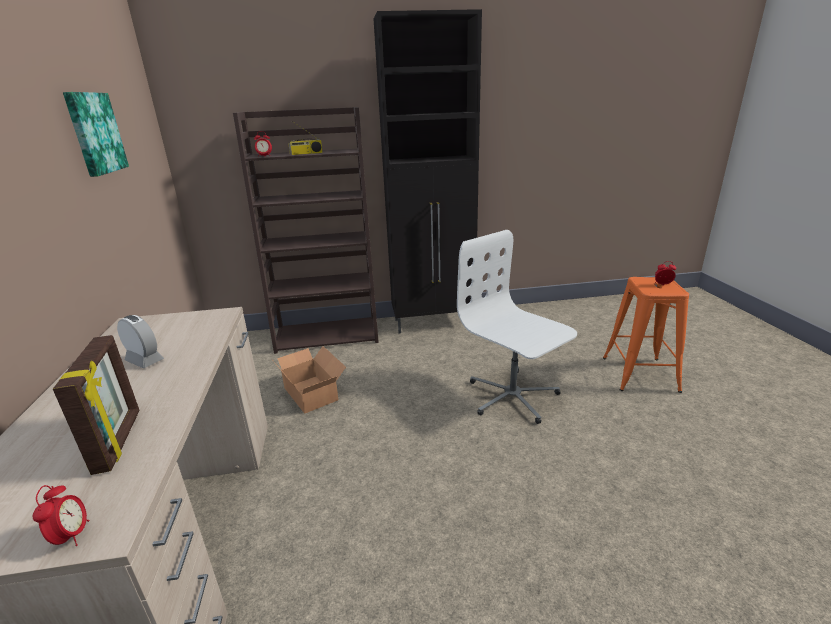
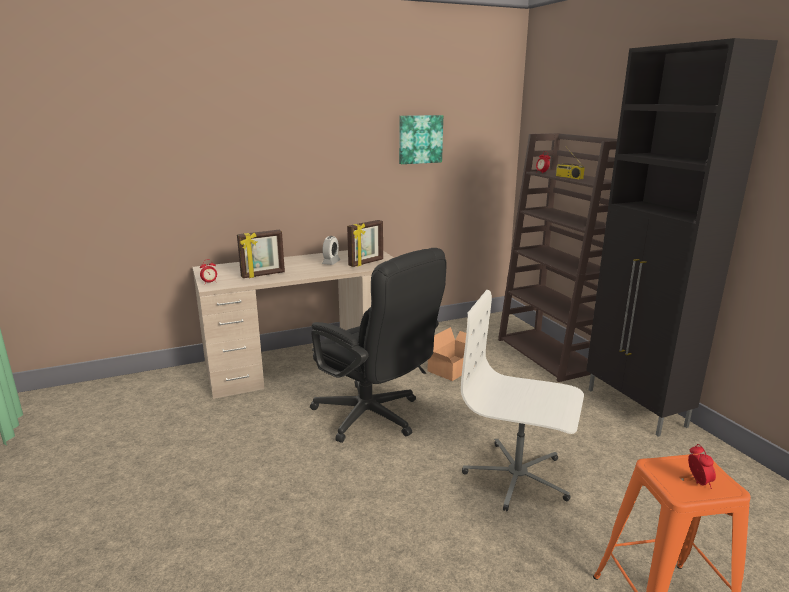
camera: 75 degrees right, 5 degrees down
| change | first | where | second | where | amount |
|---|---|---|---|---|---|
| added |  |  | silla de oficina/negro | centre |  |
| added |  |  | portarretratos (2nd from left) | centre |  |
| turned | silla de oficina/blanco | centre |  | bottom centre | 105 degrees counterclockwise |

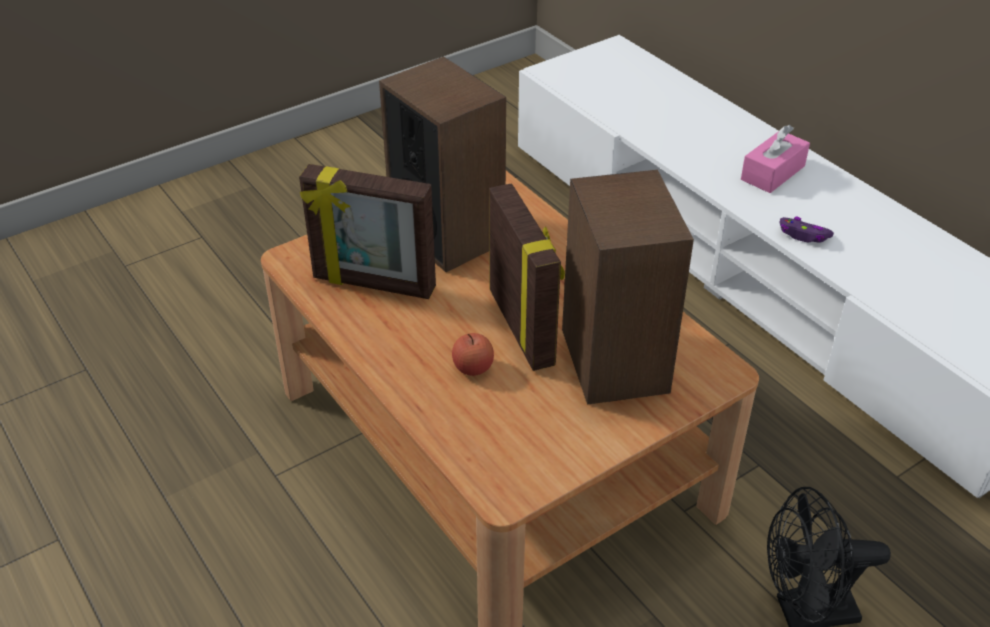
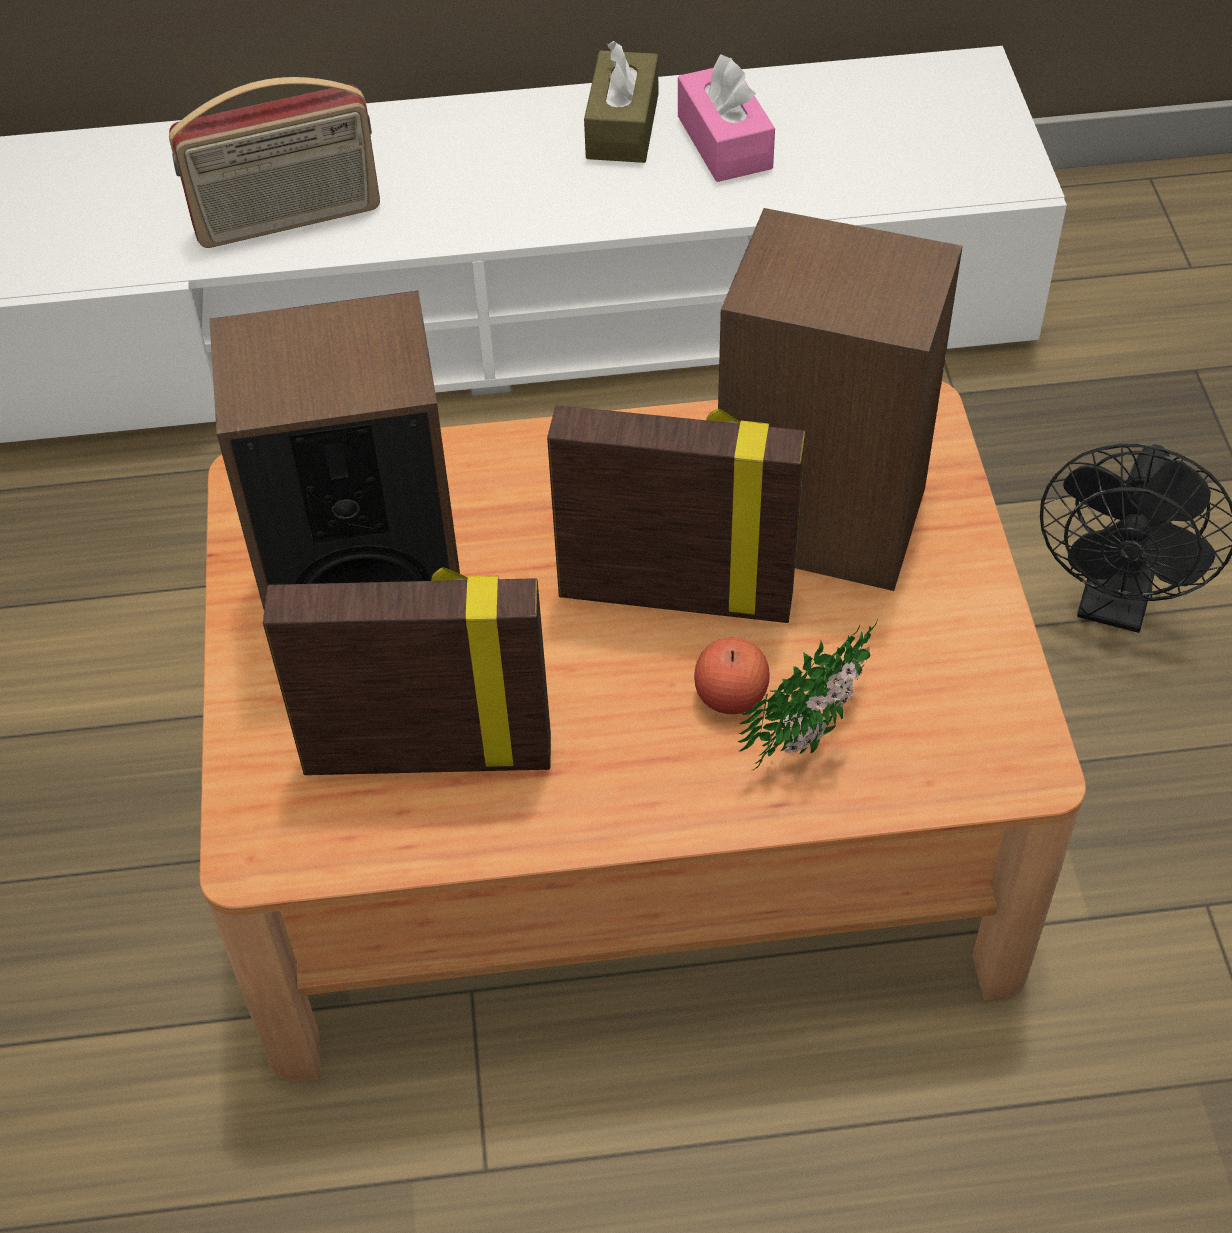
camera: 60 degrees left, 10 degrees up
| change | first | where | second | where | amount |
|---|---|---|---|---|---|
| removed | mando de consola/morado | middle right |  |  |  |
| added |  |  | radio | top left |  |
| added |  |  | caja de pañuelos/marrón | top centre |  |
| added |  |  | planta en maceta | centre |  |
| moved | caja de pañuelos/rosa | top right |  | top centre |  |
| turned | portarretratos (1st from left) | centre |  | middle left | 135 degrees counterclockwise |

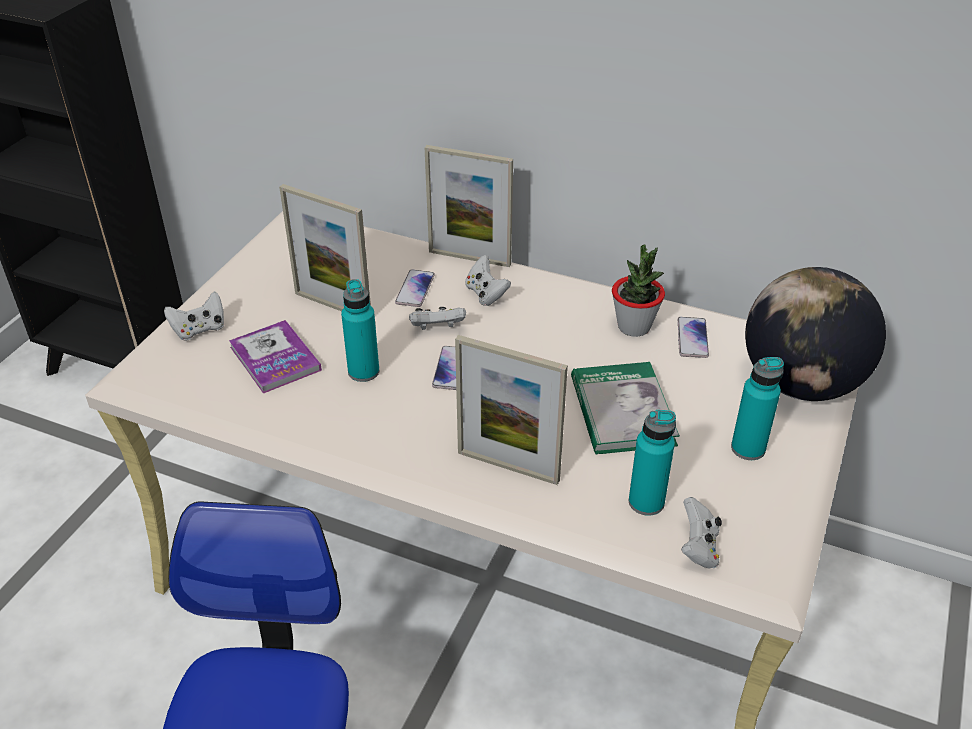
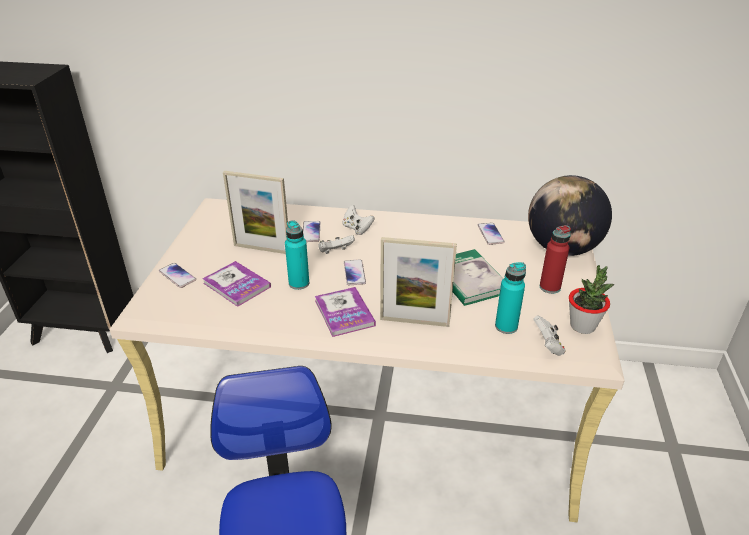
camera: 15 degrees left, 5 degrees down
| change | first | where | second | where | amount |
|---|---|---|---|---|---|
| removed | portarretratos (2nd from left) | top centre |  |  |  |
| added |  |  | libro (2nd from left) | centre |  |
| moved | planta en maceta | centre |  | middle right |  |
| replaced | mando de consola/blanco (1st from left) | middle left | móvil (1st from left) | middle left |  |
| recoloured | botella/turquesa (3rd from left) | middle right | botella/rojo | middle right |  |

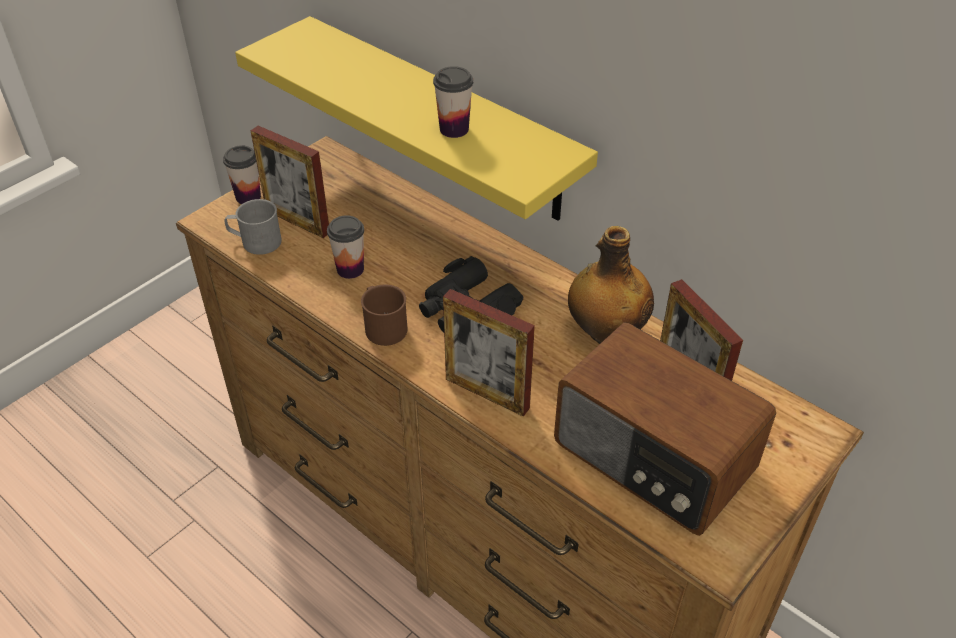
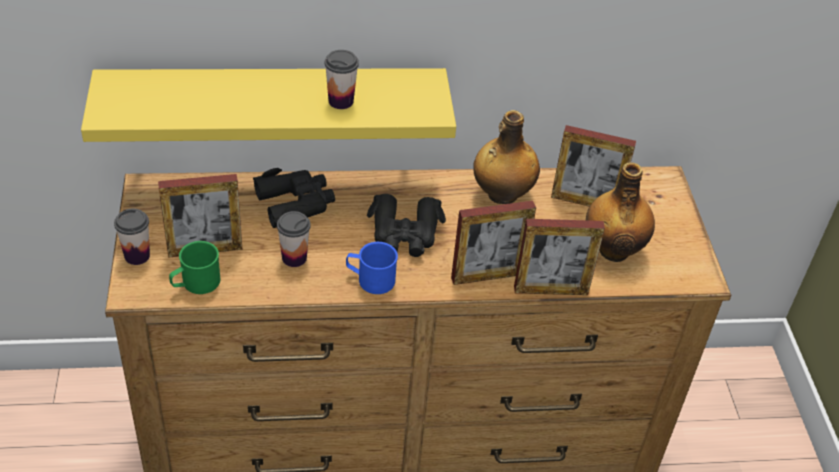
camera: 50 degrees left, 0 degrees up
| change | first | where | second | where | amount |
|---|---|---|---|---|---|
| added |  |  | prismáticos/negro (1st from left) | centre |  |
| added |  |  | portarretratos (3rd from left) | centre |  |
| replaced | radio | bottom right | botella (2nd from left) | middle right |  |
| recoloured | taza grande/gris | middle left | taza grande/verde | middle left |  |
| recoloured | taza grande/marrón | centre | taza grande/azul | centre |  |

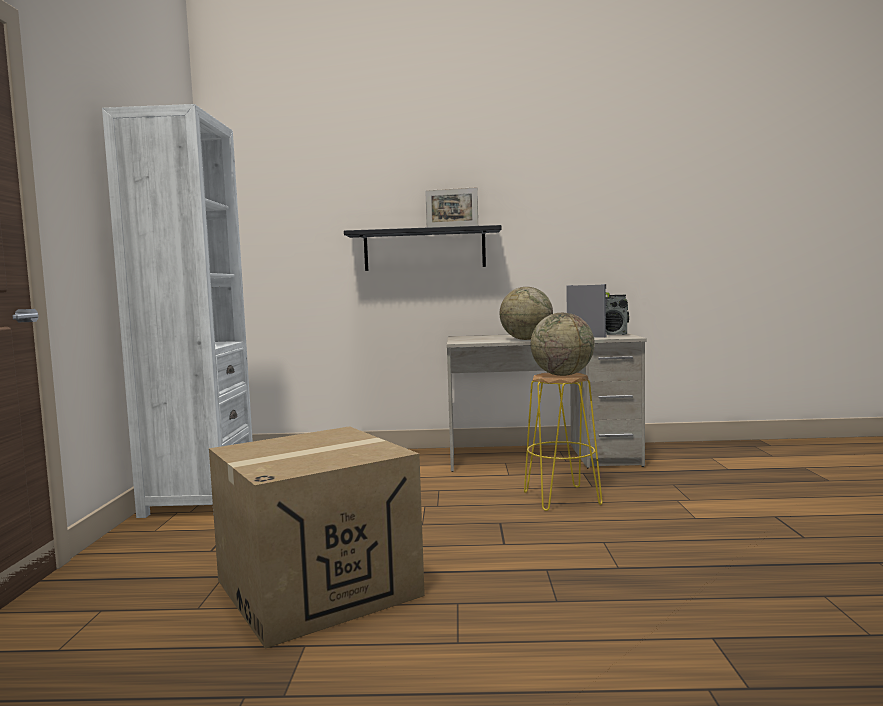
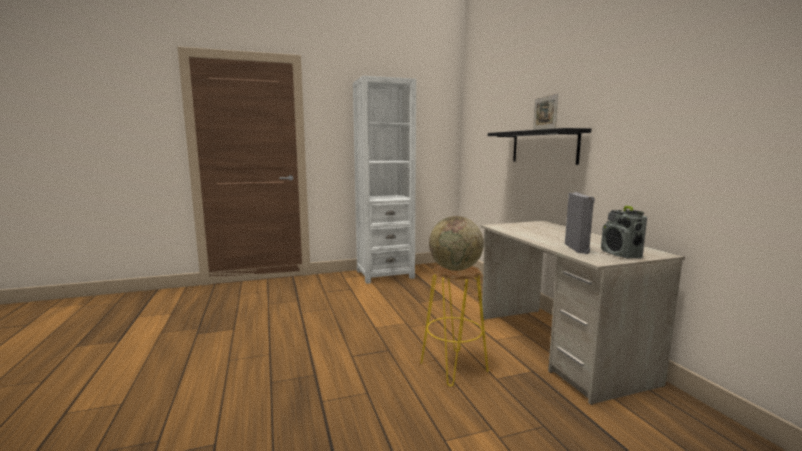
camera: 70 degrees right, 5 degrees up
| change | first | where | second | where | amount |
|---|---|---|---|---|---|
| removed | caja de cartón | bottom centre |  |  |  |
| removed | globo terráqueo (1st from left) | centre |  |  |  |

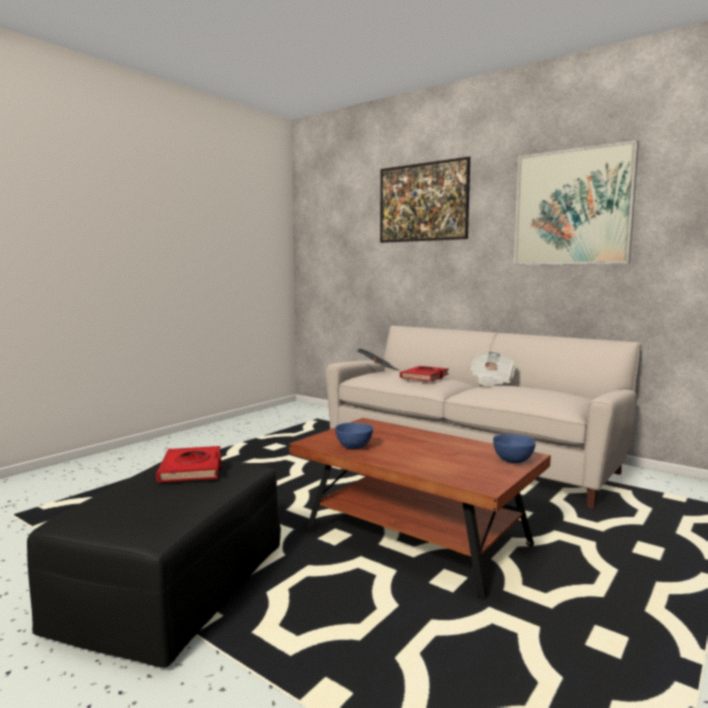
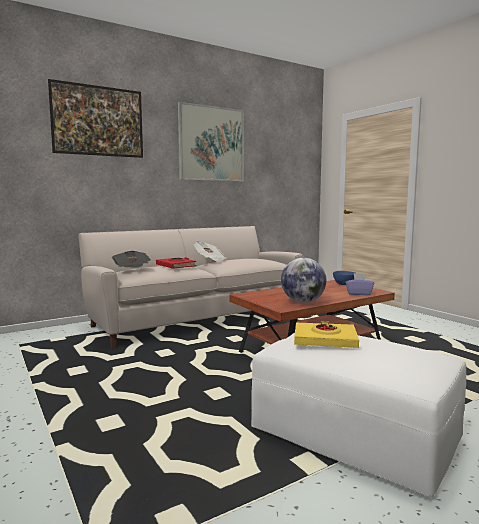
camera: 70 degrees left, 0 degrees up
| change | first | where | second | where | amount |
|---|---|---|---|---|---|
| added |  |  | caja de pañuelos/morado | middle right |  |
| replaced | cuenco/azul (1st from left) | centre | globo terráqueo | centre |  |
| recoloured | puf/negro | bottom left | puf/blanco | bottom right |  |
| recoloured | libro/rojo (1st from left) | middle left | libro/amarillo | middle right |  |

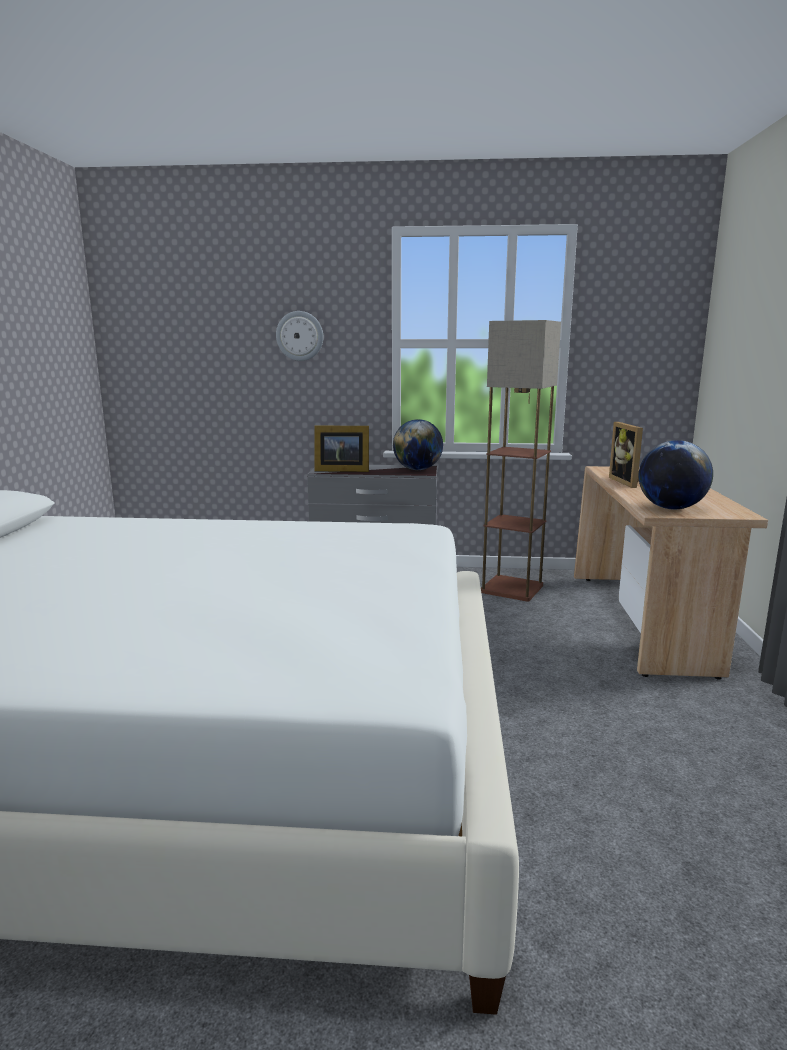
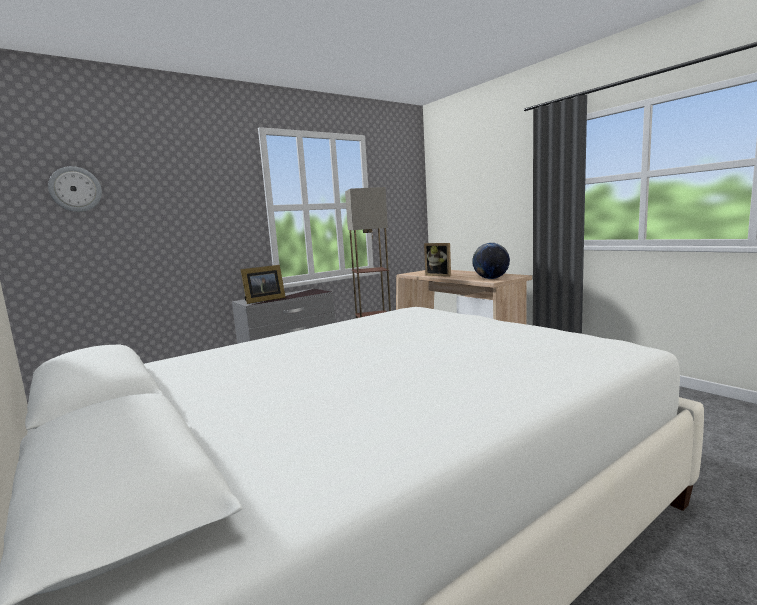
camera: 40 degrees left, 5 degrees down
| change | first | where | second | where | amount |
|---|---|---|---|---|---|
| removed | globo terráqueo (1st from left) | centre |  |  |  |
| moved | reloj de pared | top centre |  | top left |  |

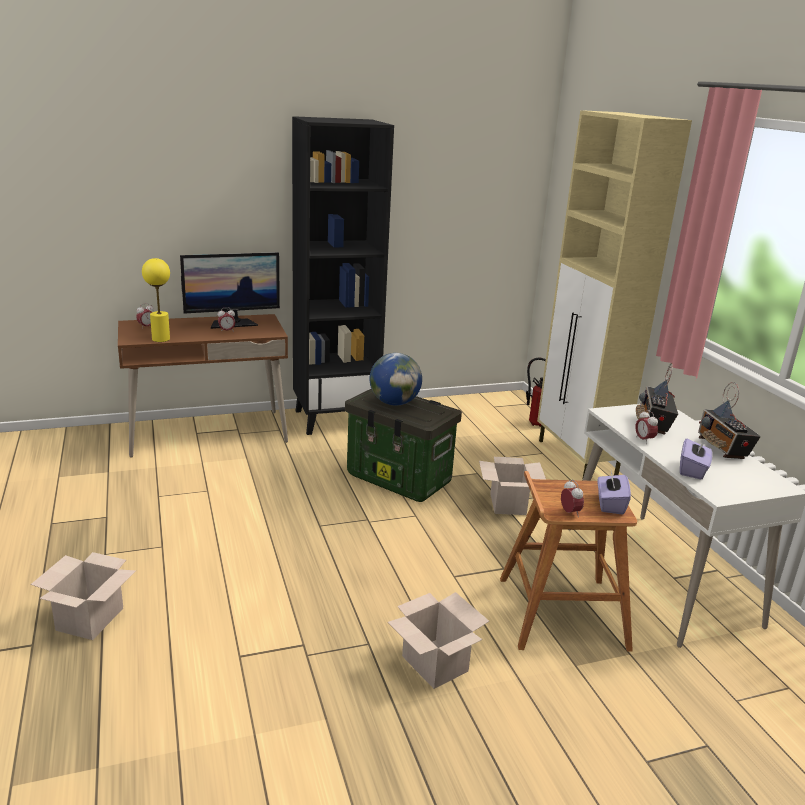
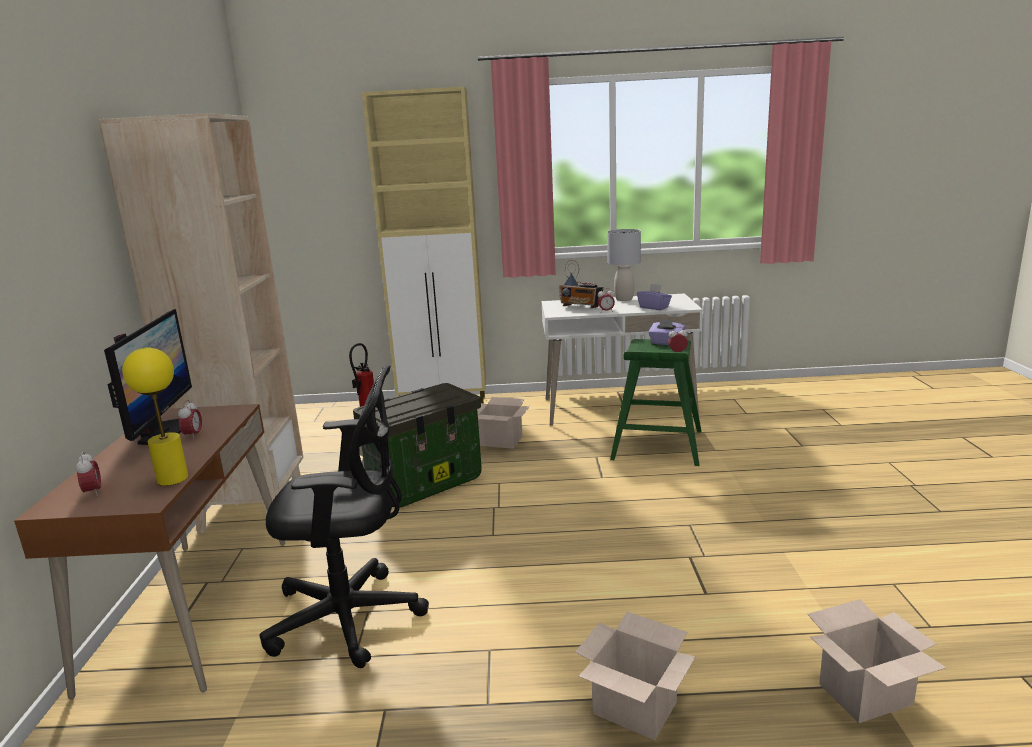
camera: 70 degrees left, 5 degrees down
| change | first | where | second | where | amount |
|---|---|---|---|---|---|
| removed | globo terráqueo | centre |  |  |  |
| added |  |  | silla de oficina/negro | bottom centre |  |
| moved | caja de cartón (2nd from left in the first image) | bottom centre | caja de cartón (3rd from left) | bottom right |  |
| replaced | radio (2nd from left) | middle right | lámpara de mesa/gris | centre |  |
| recoloured | estantería/negro | centre | estantería/beis | middle left |  |
| recoloured | taburete/marrón | bottom right | taburete/verde | centre |  |

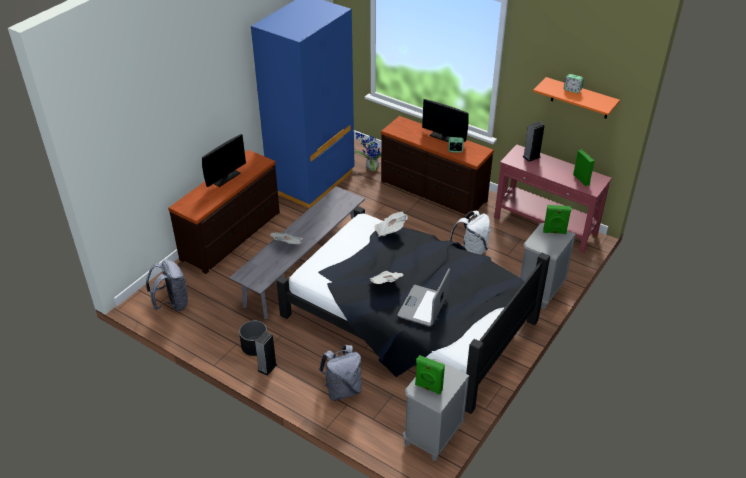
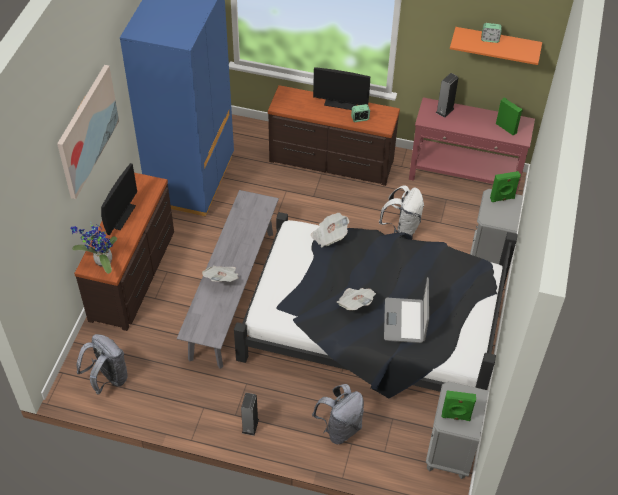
camera: 20 degrees left, 10 degrees up
| change | first | where | second | where | amount |
|---|---|---|---|---|---|
| removed | maceta/negro | bottom centre |  |  |  |
| added |  |  | cuadro | top left |  |
| moved | planta en maceta | top centre |  | middle left |  |

